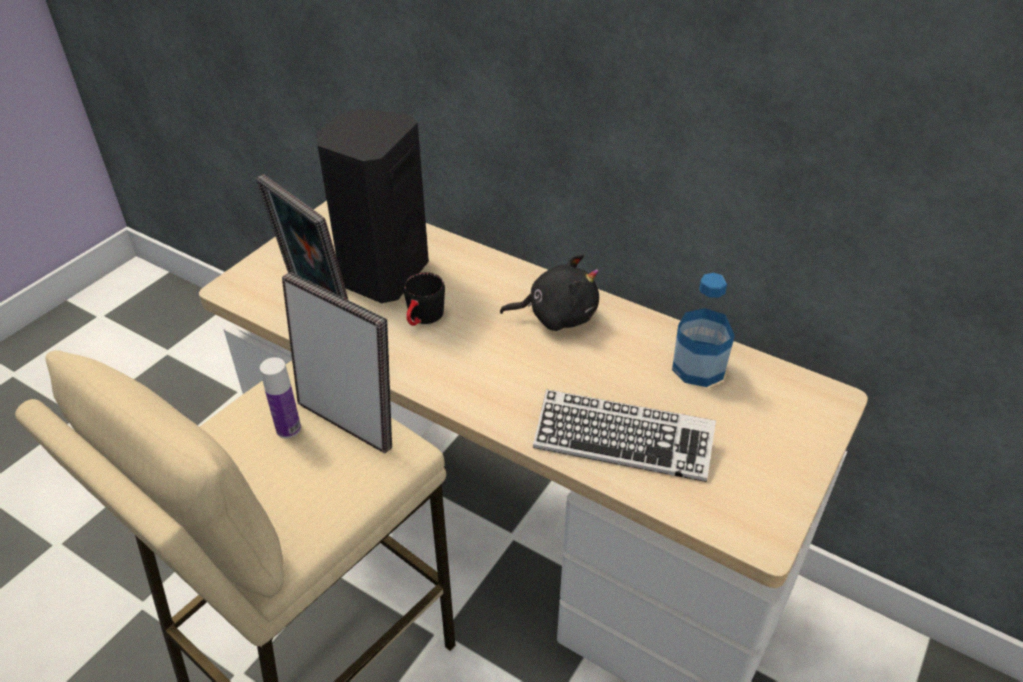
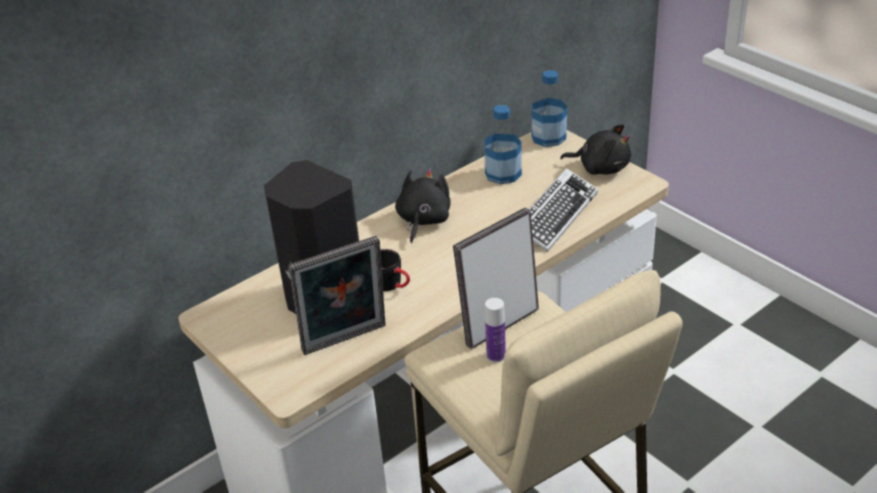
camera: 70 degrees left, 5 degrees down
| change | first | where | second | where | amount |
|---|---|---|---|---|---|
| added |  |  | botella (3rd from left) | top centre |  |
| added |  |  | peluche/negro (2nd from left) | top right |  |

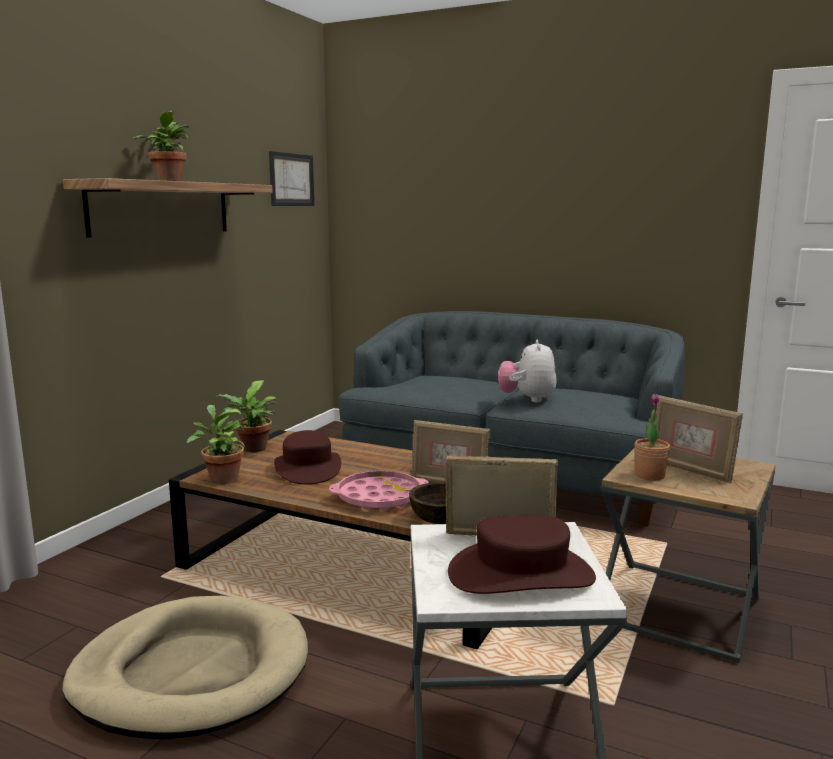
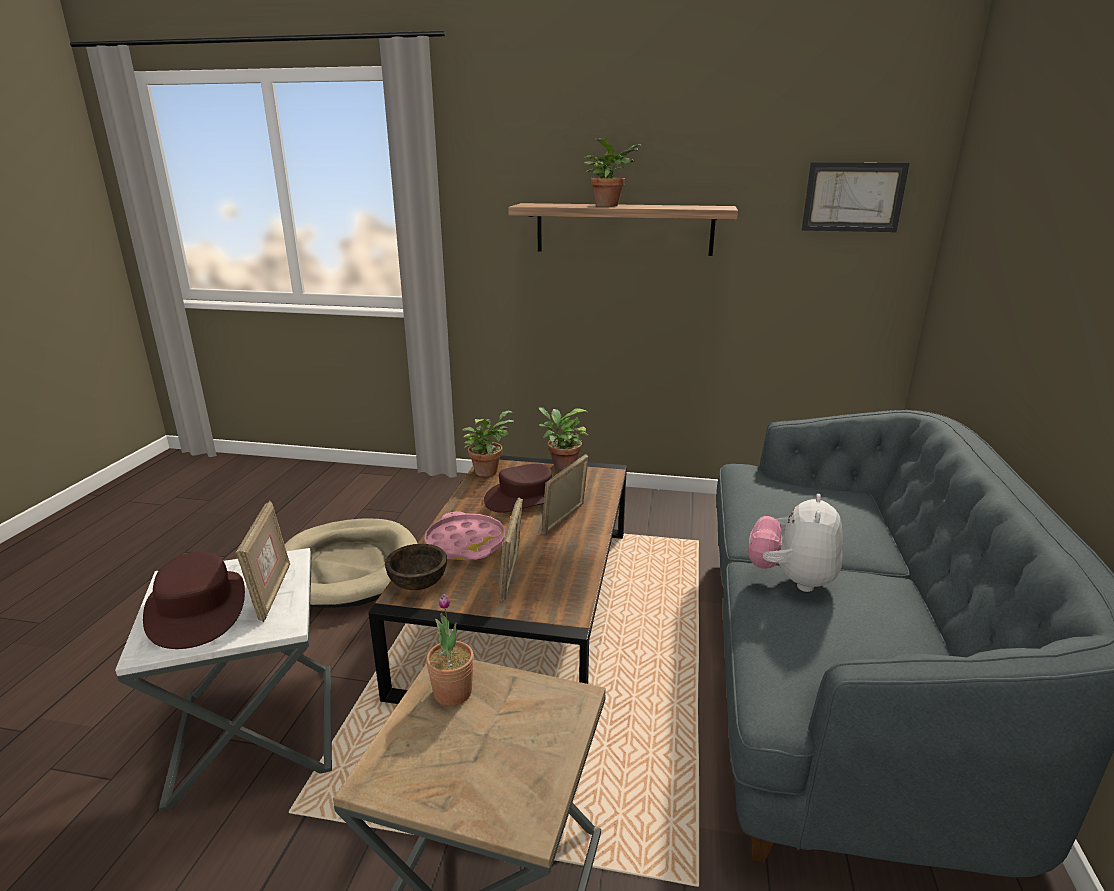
camera: 75 degrees right, 10 degrees up
| change | first | where | second | where | amount |
|---|---|---|---|---|---|
| moved | portarretratos (3rd from left) | middle right |  | centre |  |
| turned | peluche | centre |  | middle right | 60 degrees counterclockwise |

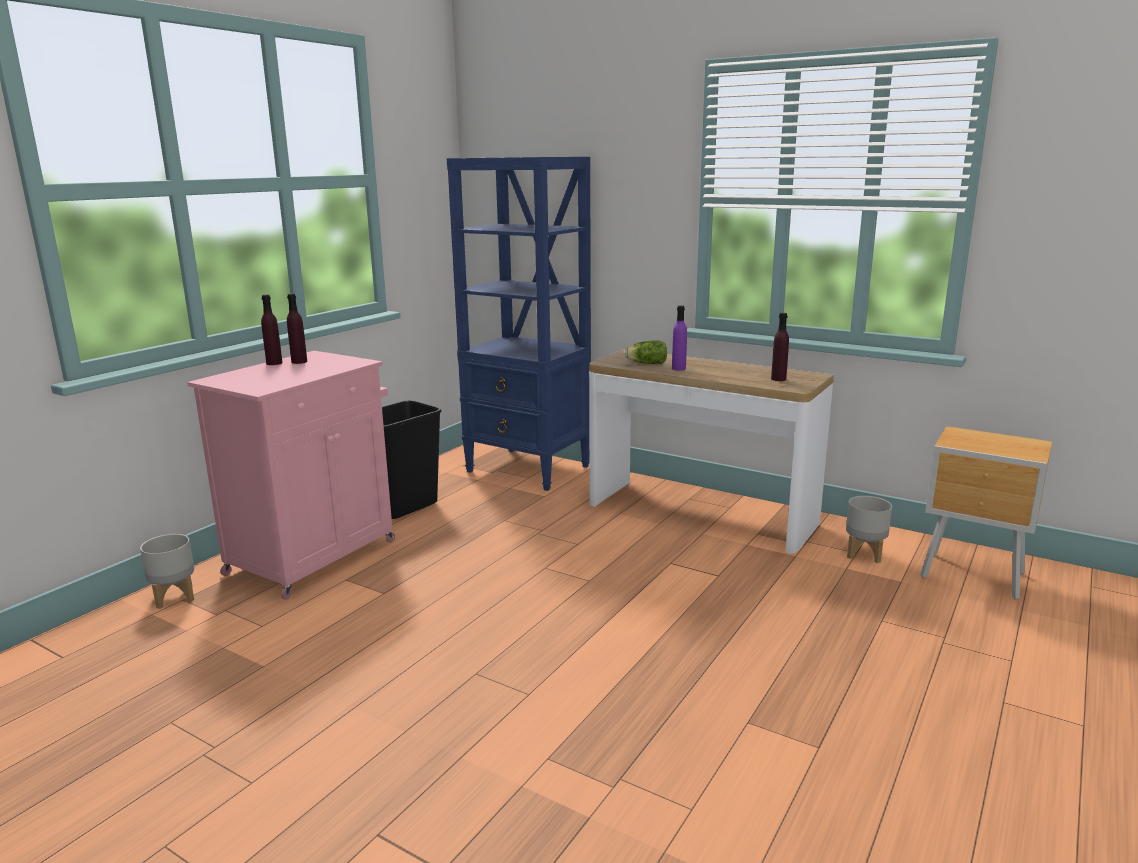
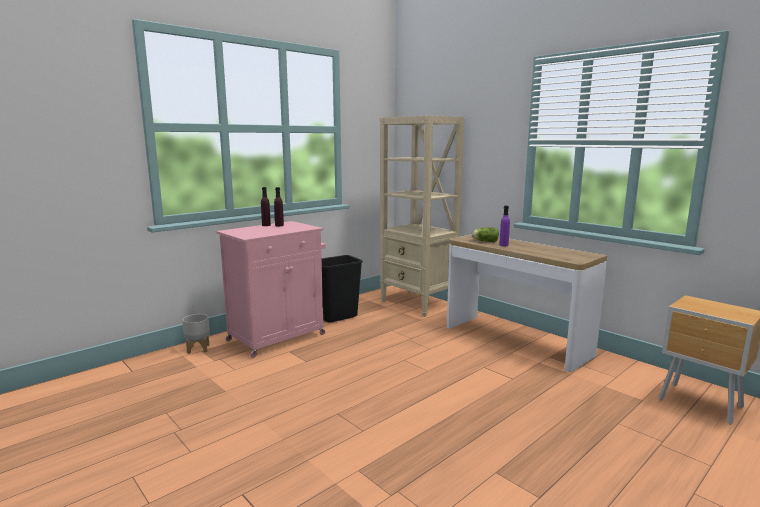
camera: 15 degrees right, 5 degrees down
| change | first | where | second | where | amount |
|---|---|---|---|---|---|
| removed | botella/morado (4th from left) | middle right |  |  |  |
| removed | maceta/gris (2nd from left) | middle right |  |  |  |
| recoloured | estantería/azul | centre | estantería/beis | centre |  |

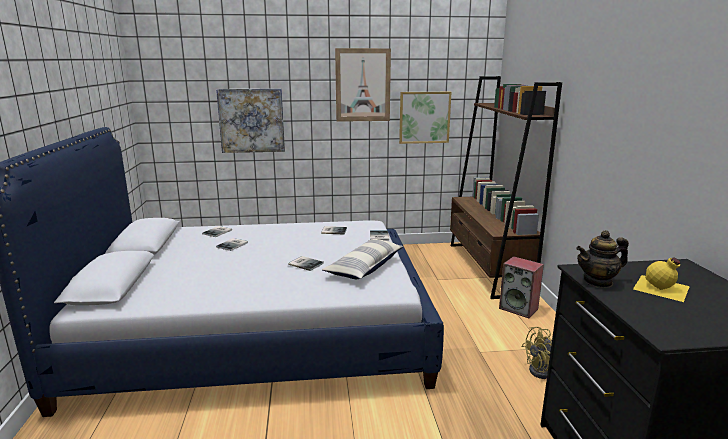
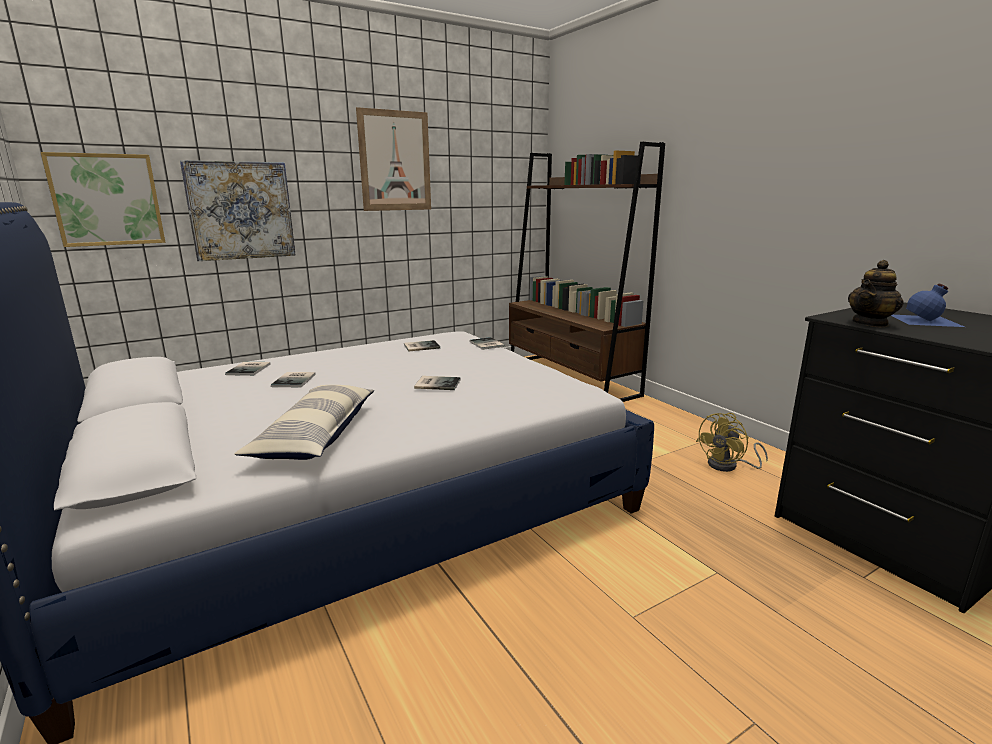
camera: 25 degrees left, 0 degrees up
| change | first | where | second | where | amount |
|---|---|---|---|---|---|
| removed | altavoz | middle right |  |  |  |
| moved | cojín | centre |  | middle left |  |
| moved | cuadro (3rd from left in the first image) | top centre | cuadro (1st from left) | top left |  |
| recoloured | botella/amarillo | middle right | botella/azul | middle right |  |

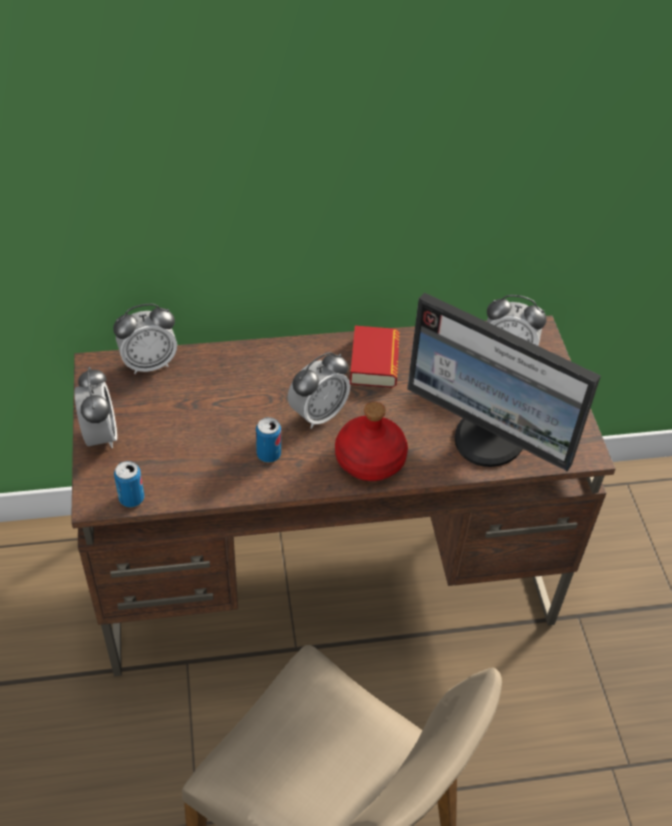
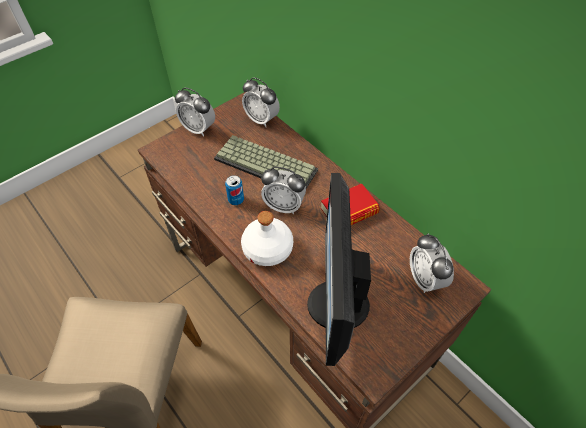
camera: 60 degrees right, 5 degrees up
| change | first | where | second | where | amount |
|---|---|---|---|---|---|
| removed | lata (1st from left) | middle left |  |  |  |
| added |  |  | teclado | centre |  |
| recoloured | botella/rojo | centre | botella/blanco | centre |  |
| turned | despertador (1st from left) | middle left |  | top left | 75 degrees clockwise |

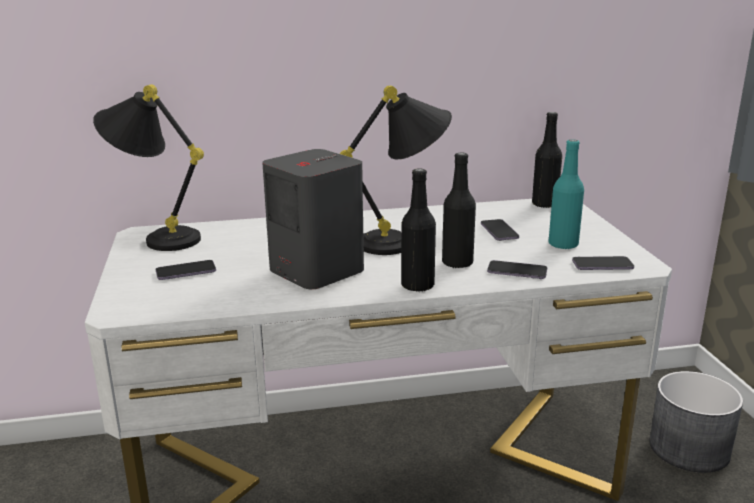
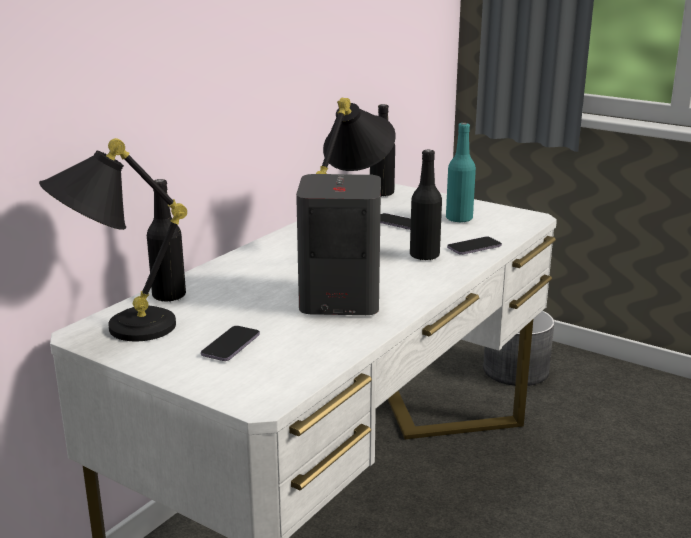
camera: 45 degrees left, 0 degrees up
| change | first | where | second | where | amount |
|---|---|---|---|---|---|
| removed | móvil (4th from left) | middle right |  |  |  |
| moved | botella/negro (1st from left) | centre |  | middle left |  |

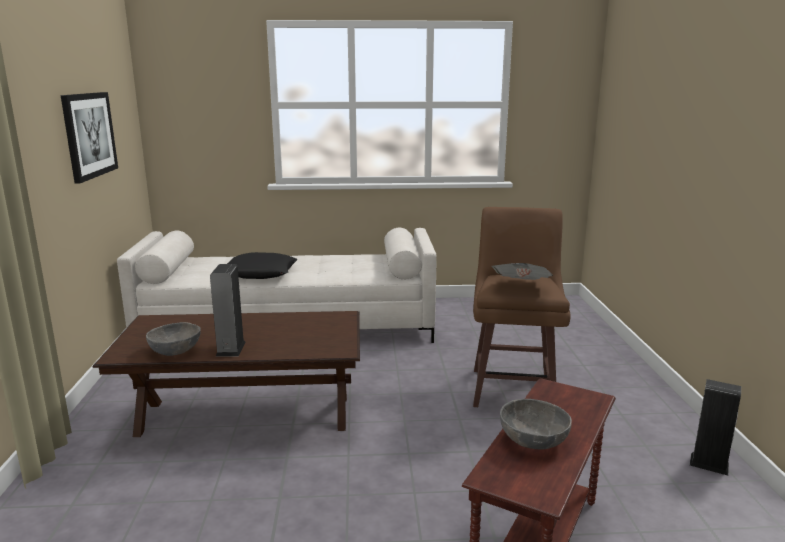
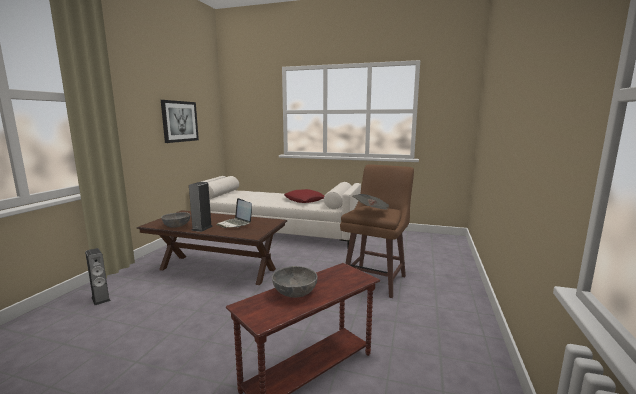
camera: 20 degrees right, 5 degrees down
| change | first | where | second | where | amount |
|---|---|---|---|---|---|
| removed | cojín/negro | centre |  |  |  |
| added |  |  | portátil | centre |  |
| added |  |  | cojín/rojo | centre |  |
| moved | altavoz (2nd from left in the first image) | bottom right | altavoz (1st from left) | bottom left |  |

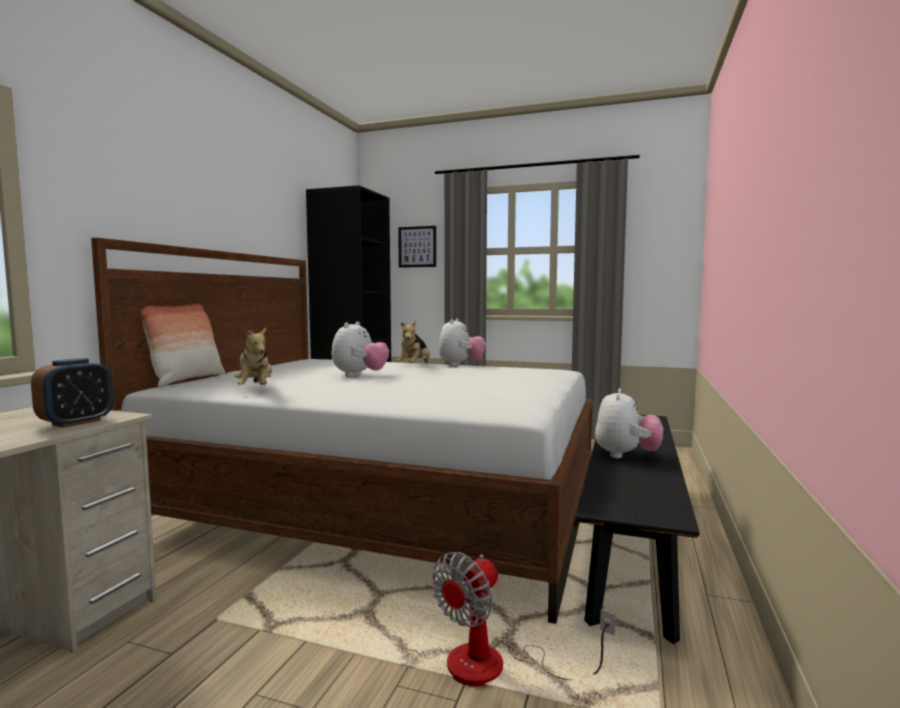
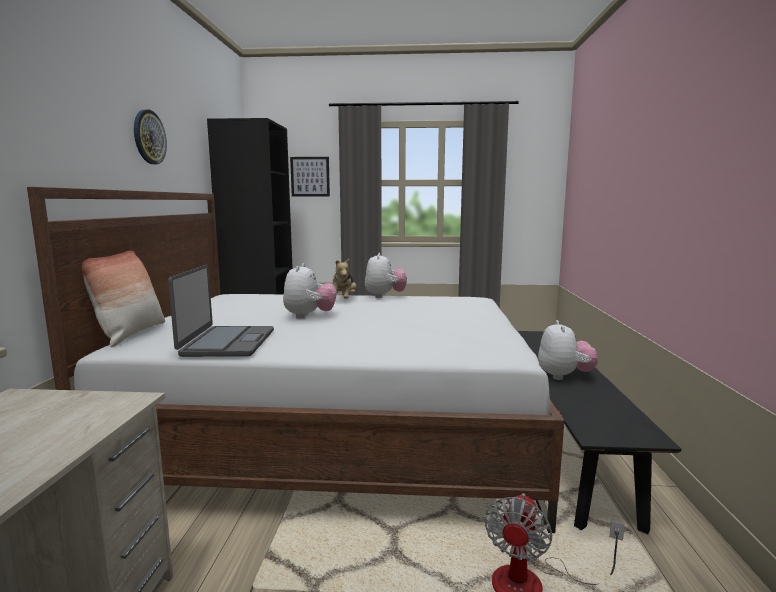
camera: 15 degrees left, 5 degrees up
| change | first | where | second | where | amount |
|---|---|---|---|---|---|
| removed | despertador | middle left |  |  |  |
| added |  |  | reloj de pared | top left |  |
| replaced | peluche (1st from left) | middle left | portátil | middle left |  |

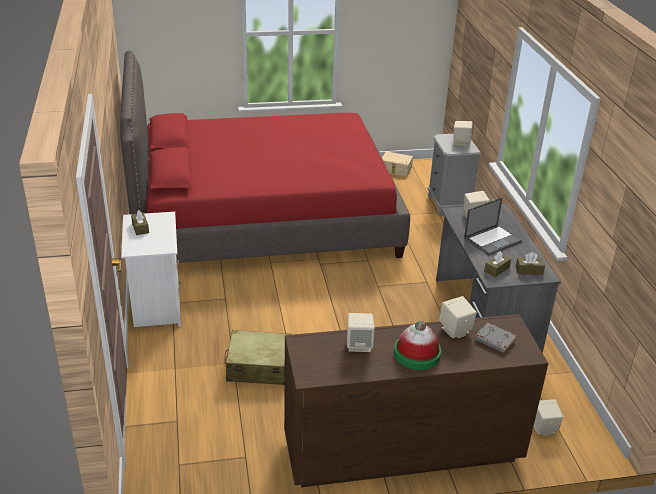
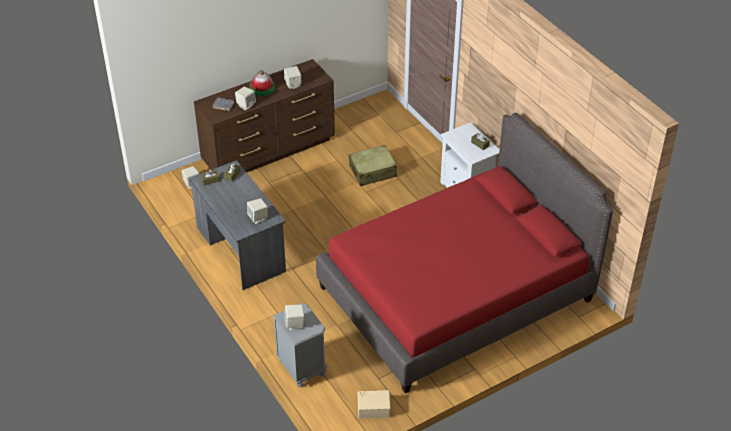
camera: 160 degrees right, 10 degrees up
| change | first | where | second | where | amount |
|---|---|---|---|---|---|
| removed | portátil | middle right |  |  |  |

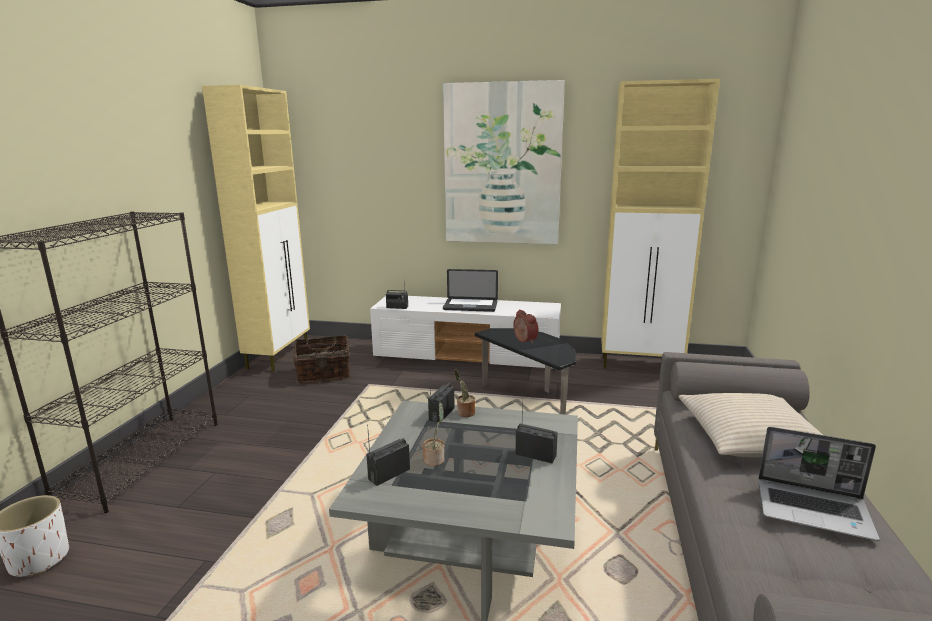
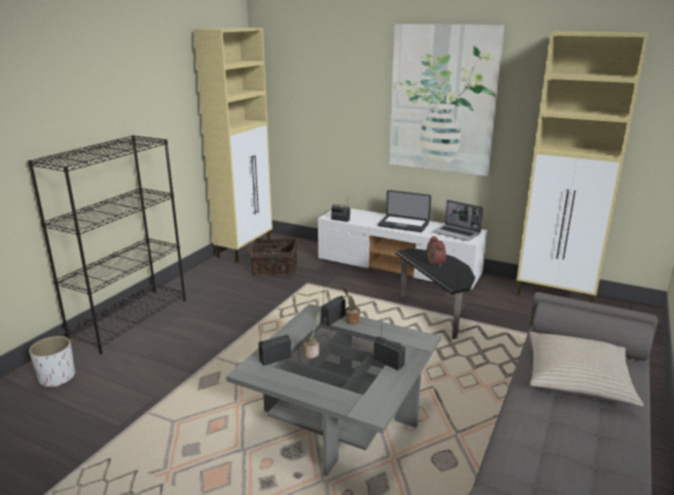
camera: 15 degrees right, 5 degrees up
| change | first | where | second | where | amount |
|---|---|---|---|---|---|
| moved | portátil (2nd from left) | bottom right |  | middle right |  |

